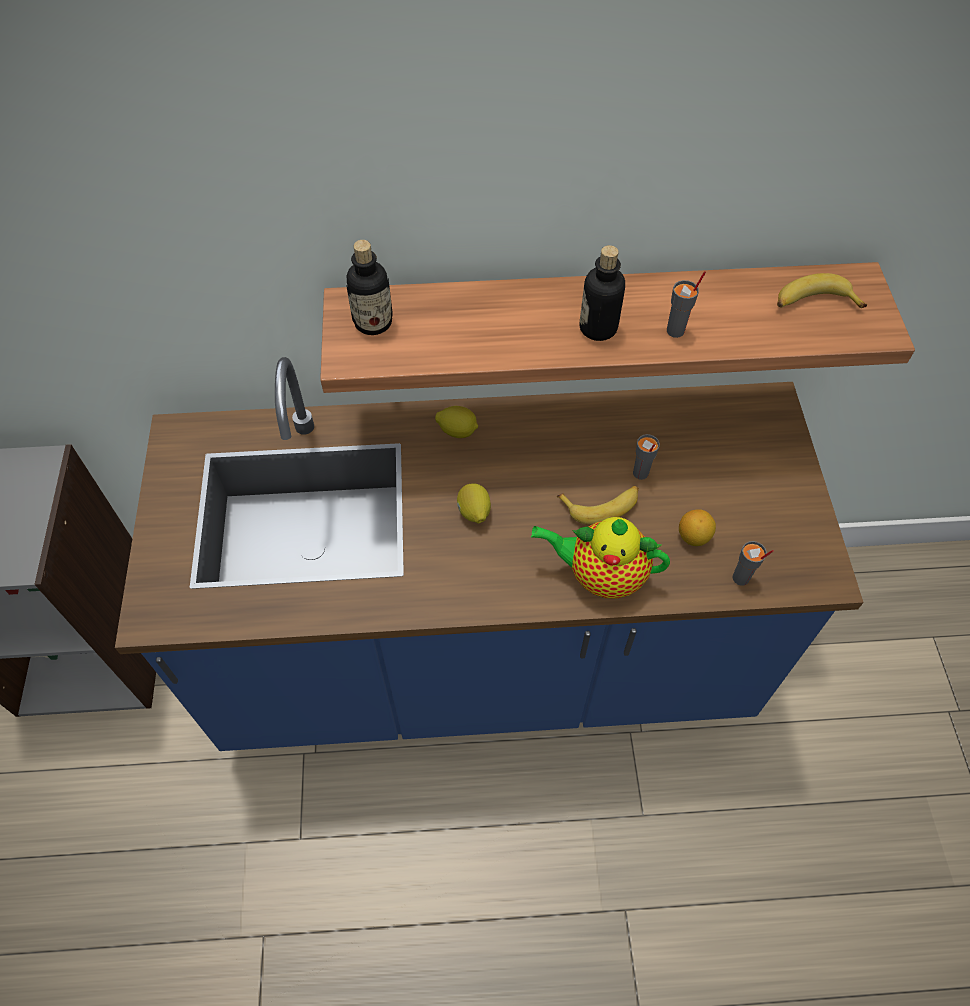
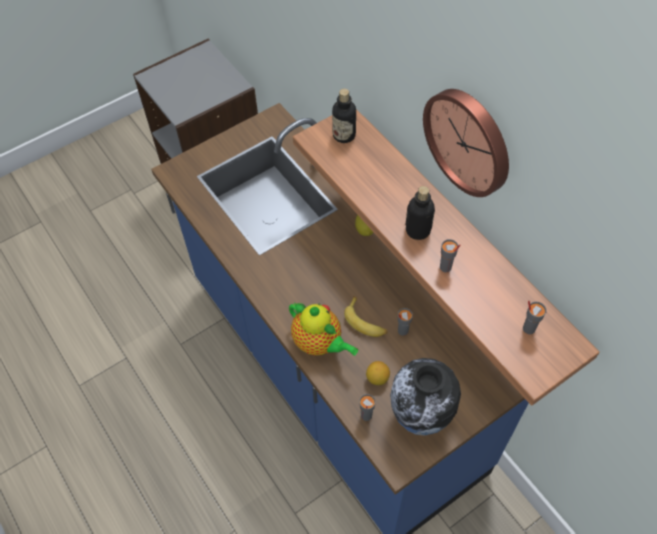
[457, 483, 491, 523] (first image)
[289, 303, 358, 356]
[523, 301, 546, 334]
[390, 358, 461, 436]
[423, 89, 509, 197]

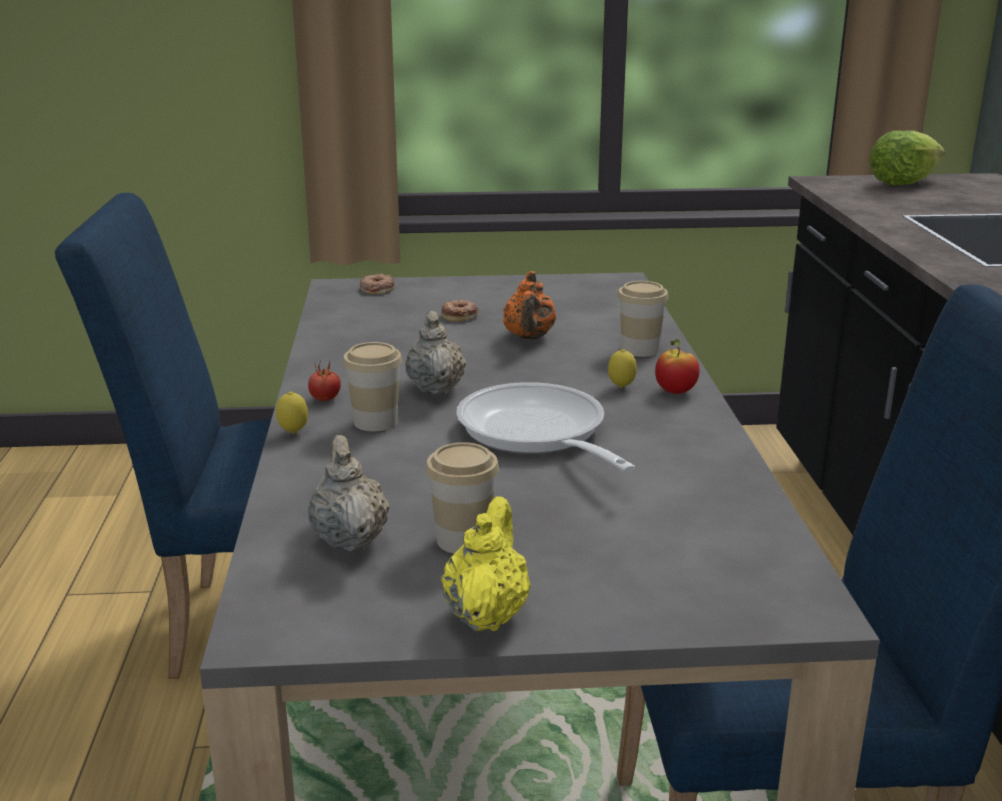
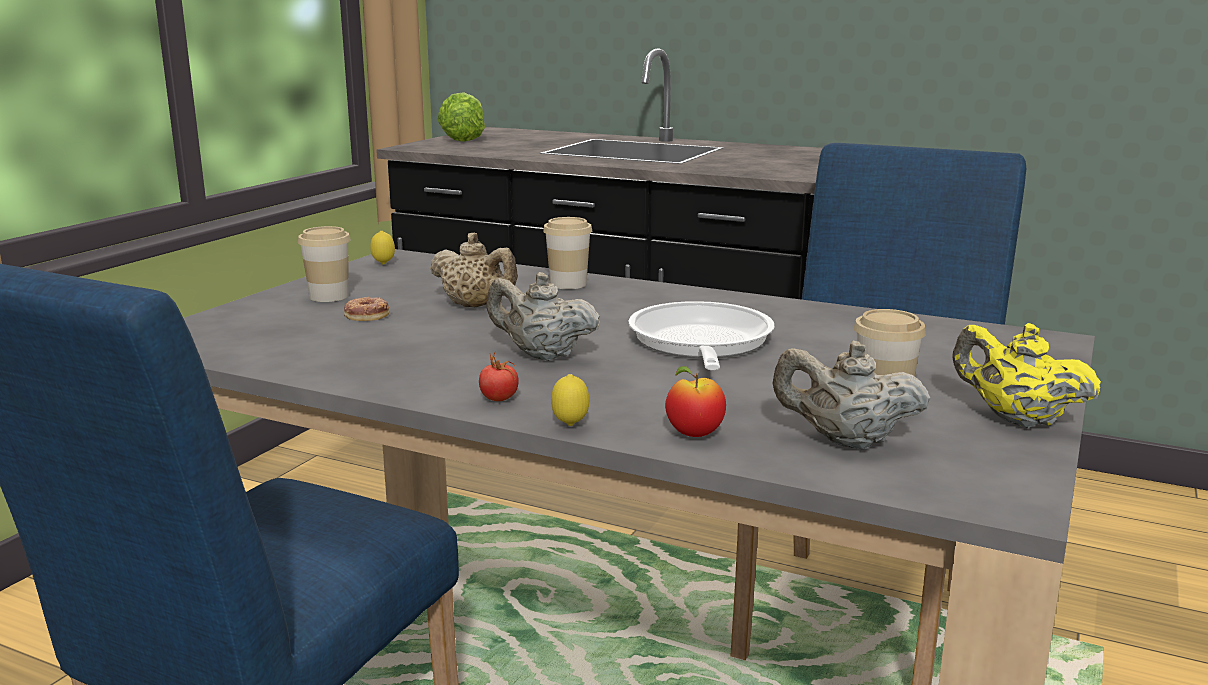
[298, 226, 351, 302]
[360, 274, 395, 294] (first image)
[628, 301, 774, 370]
[430, 233, 518, 308]
[370, 231, 395, 264]
[665, 366, 726, 437]

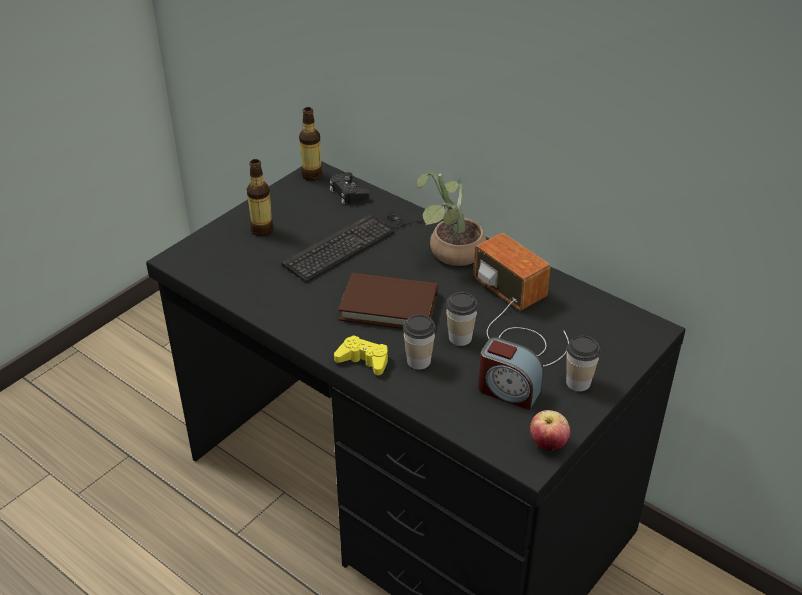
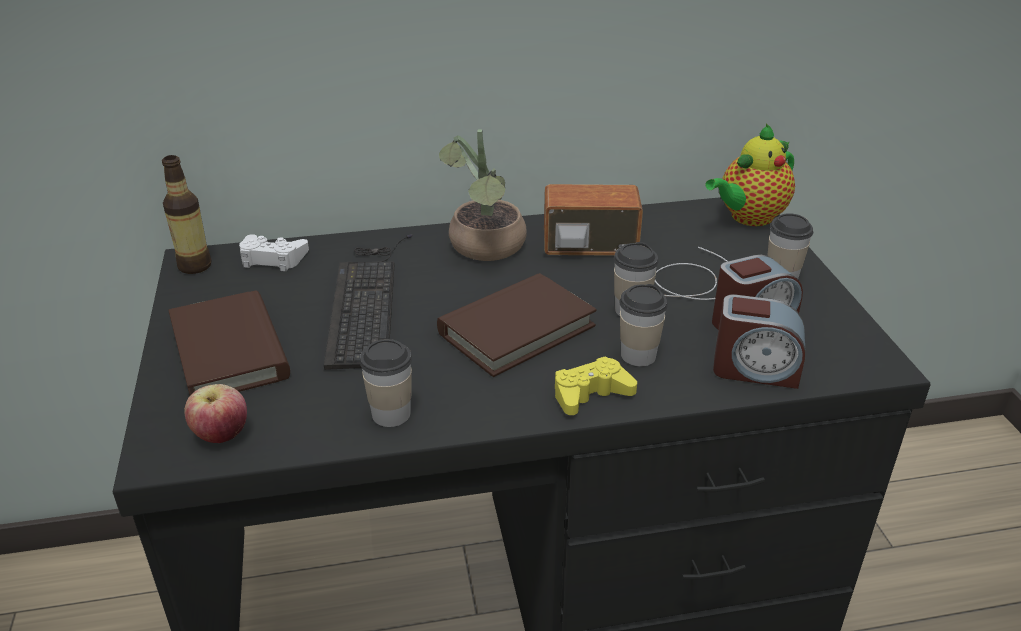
[168, 290, 290, 395]
[239, 234, 309, 272]
[184, 384, 247, 443]
[360, 339, 412, 427]
[706, 124, 795, 226]
[713, 294, 806, 389]

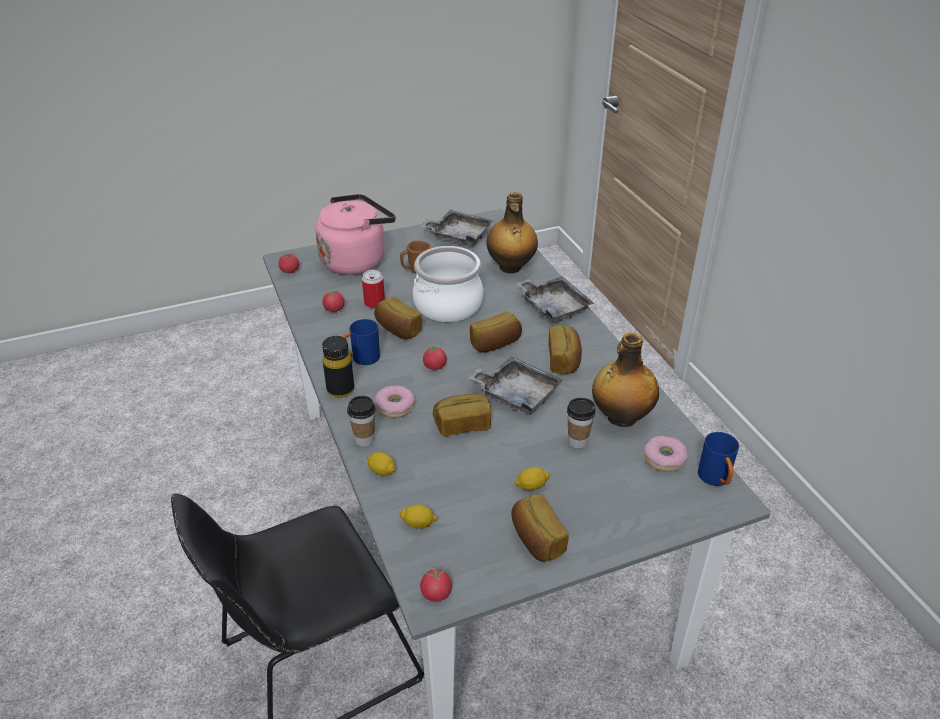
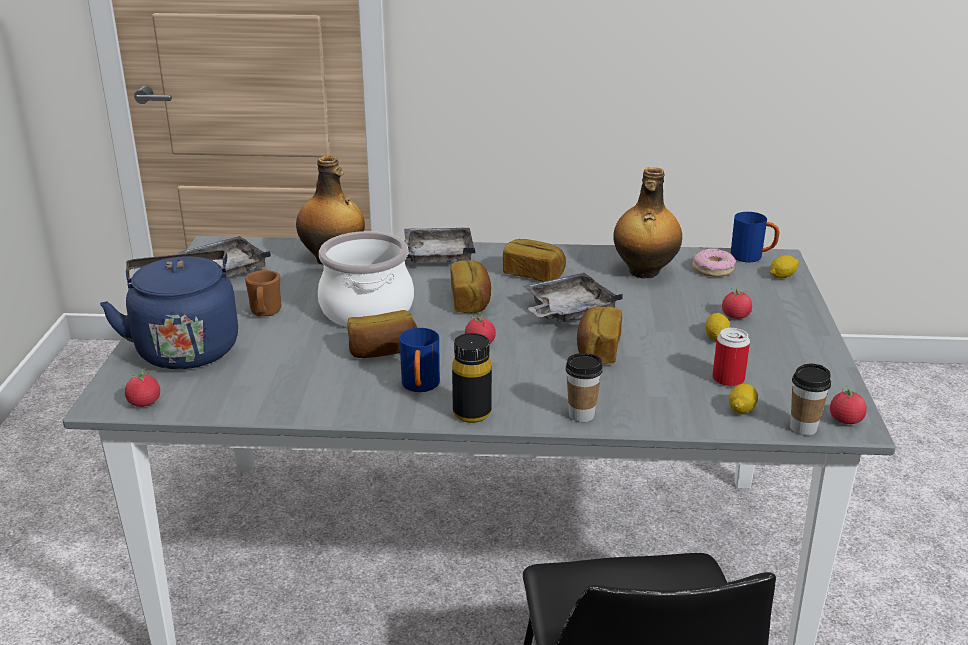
[100, 250, 238, 369]
[722, 287, 752, 319]
[712, 328, 750, 387]
[770, 255, 799, 279]
[374, 385, 415, 418] (first image)
[511, 495, 569, 562] (first image)
[790, 364, 831, 436]

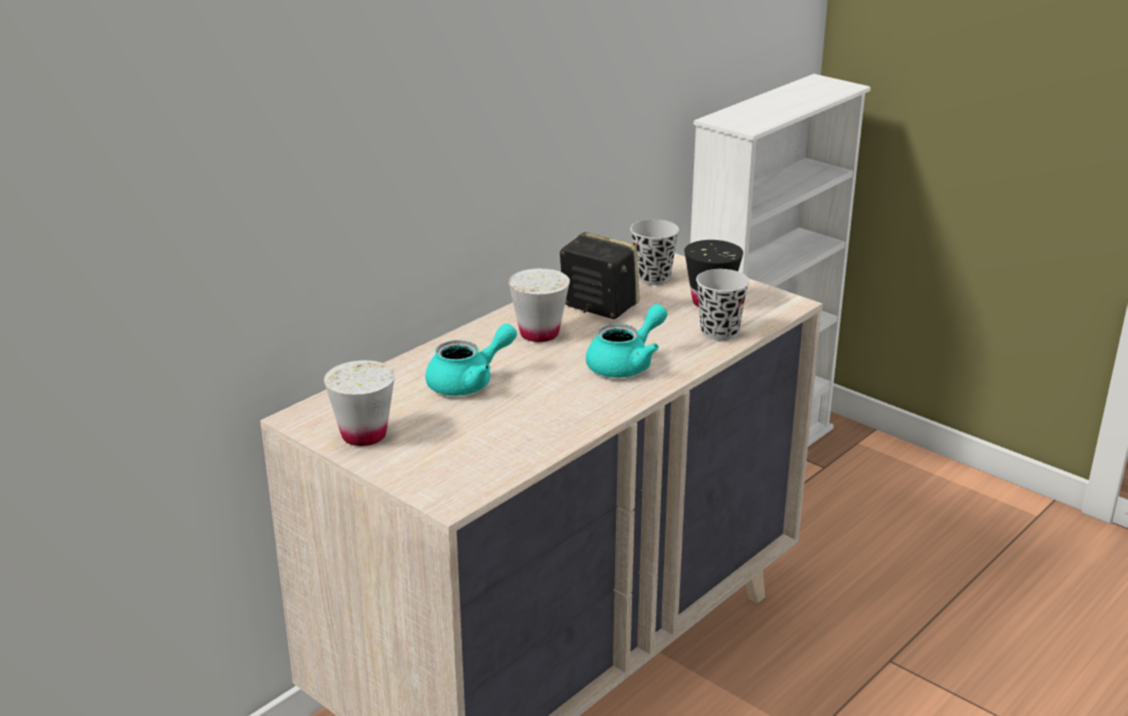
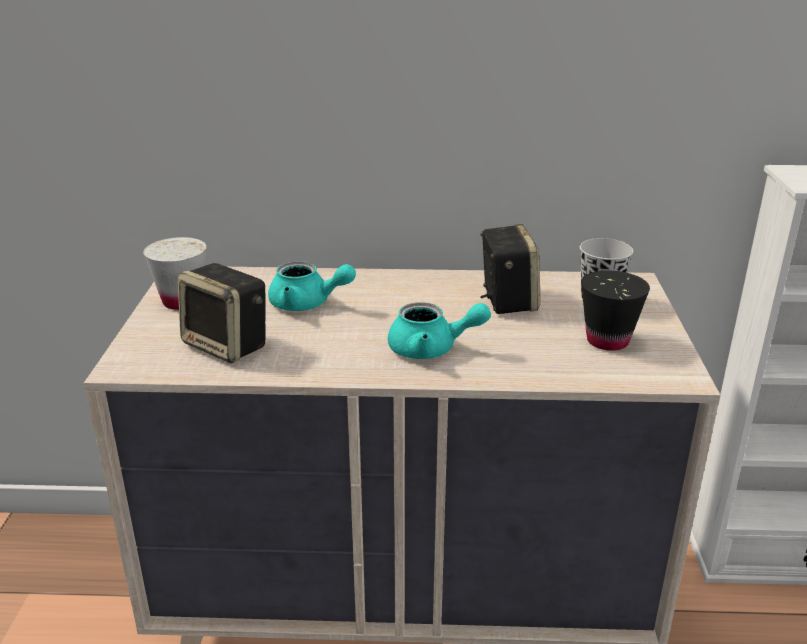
[508, 268, 570, 342] (first image)
[696, 269, 749, 340] (first image)
[178, 263, 265, 363]

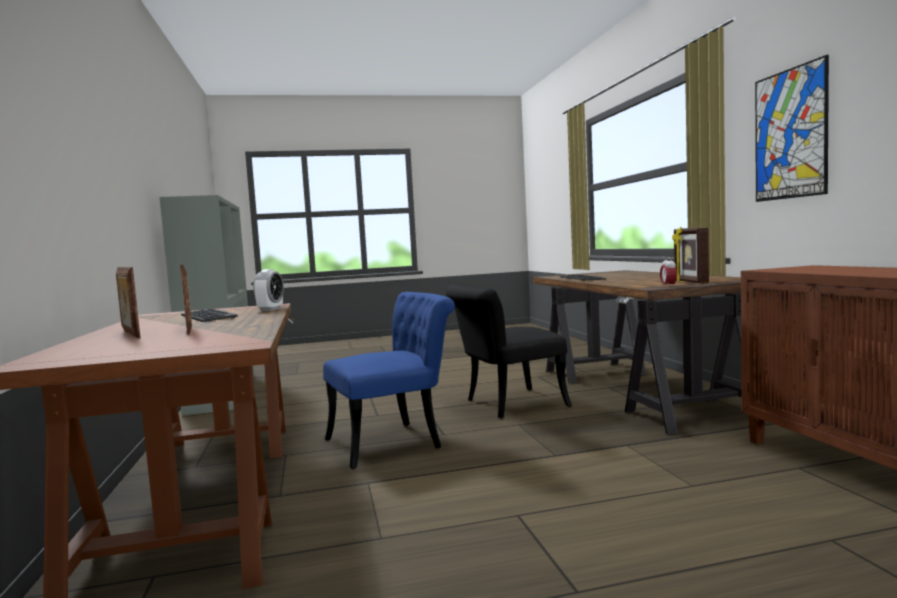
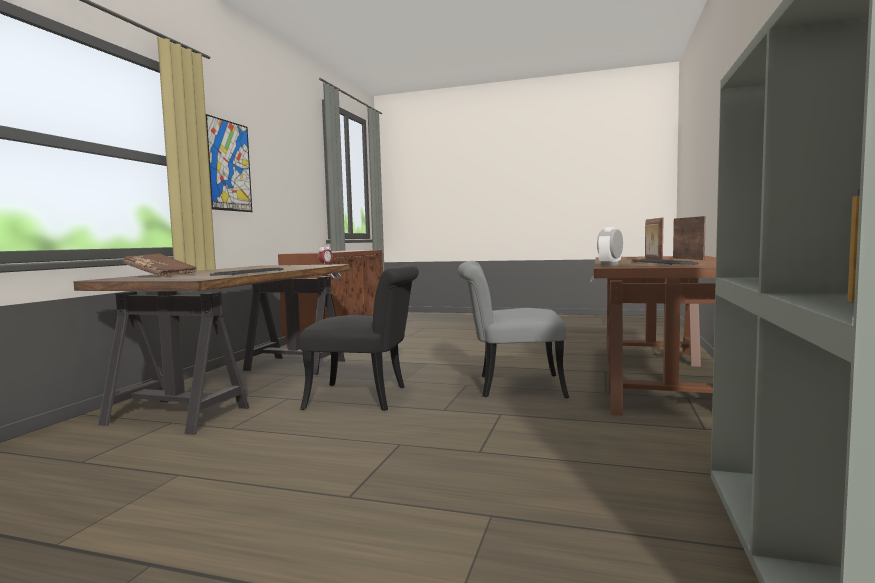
[458, 261, 569, 398]
[672, 227, 709, 283] (first image)
[123, 253, 197, 277]

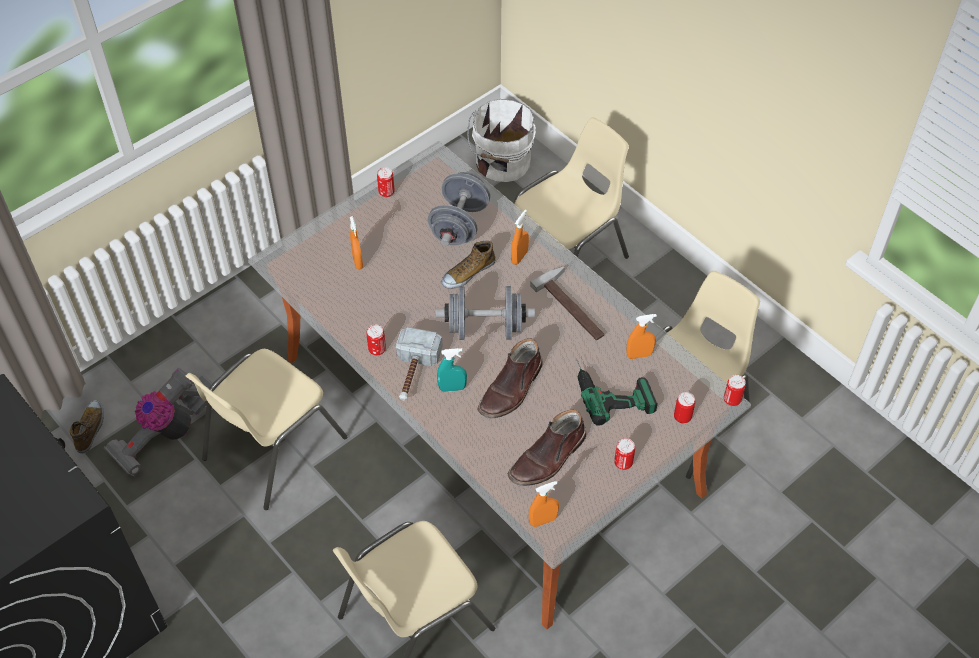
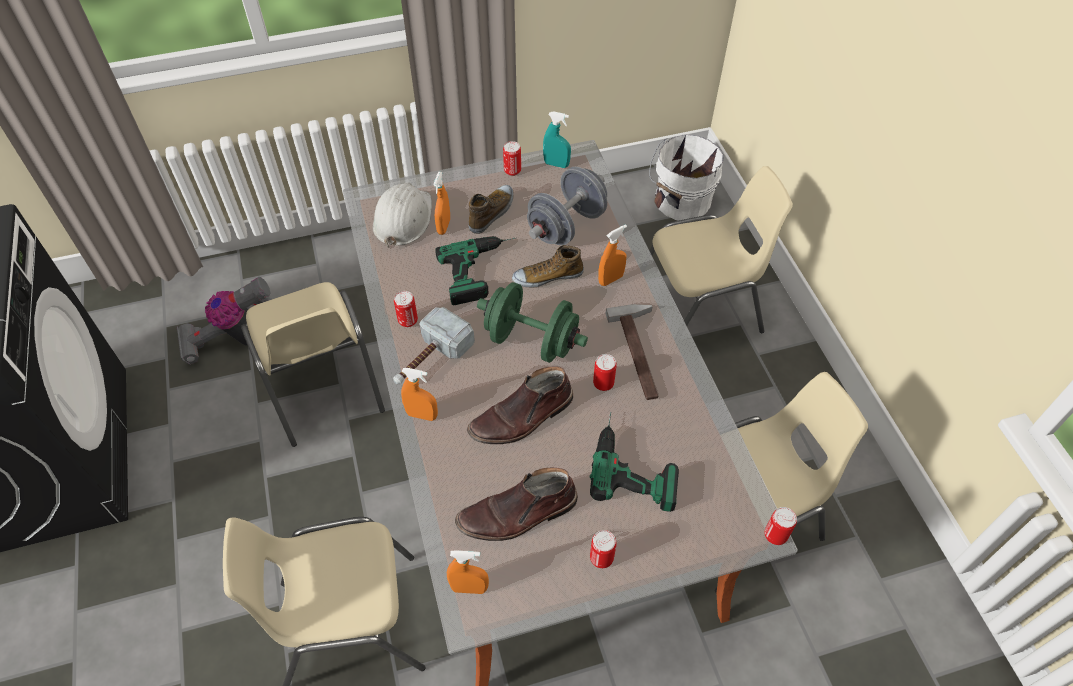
[469, 185, 514, 234]
[241, 282, 385, 447]
[477, 282, 588, 363]
[543, 111, 571, 168]
[401, 368, 438, 421]
[593, 354, 617, 391]
[373, 182, 432, 248]
[435, 236, 515, 306]

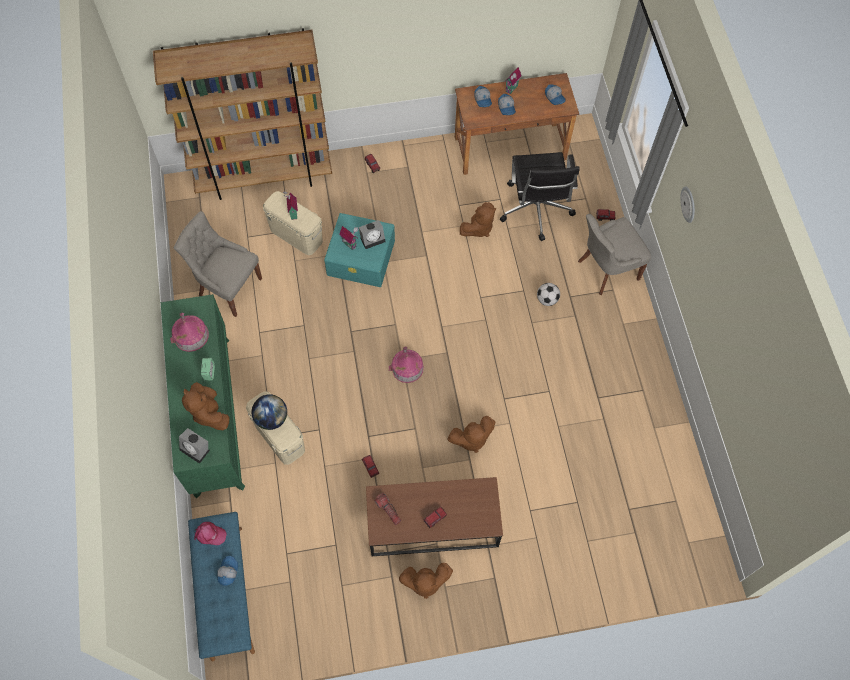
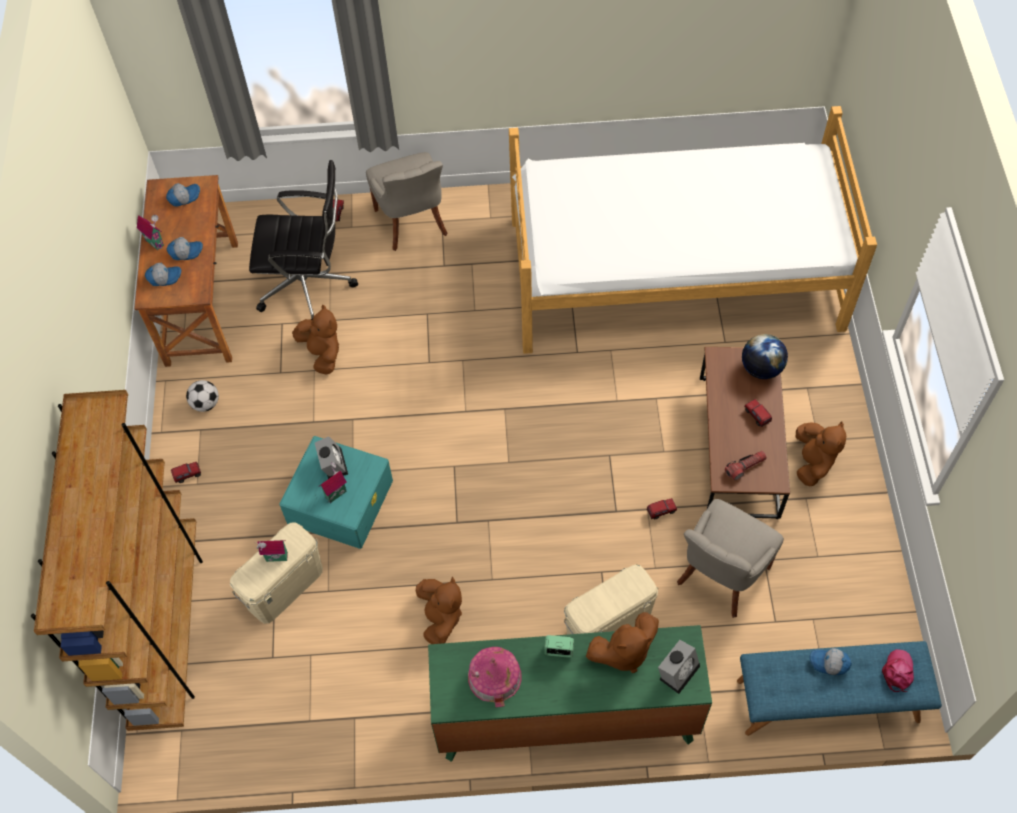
[677, 499, 784, 618]
[882, 649, 914, 692]
[742, 334, 788, 379]
[389, 347, 424, 383] (first image)
[416, 577, 462, 644]
[186, 380, 219, 412]
[680, 186, 695, 223] (first image)
[509, 106, 877, 354]

